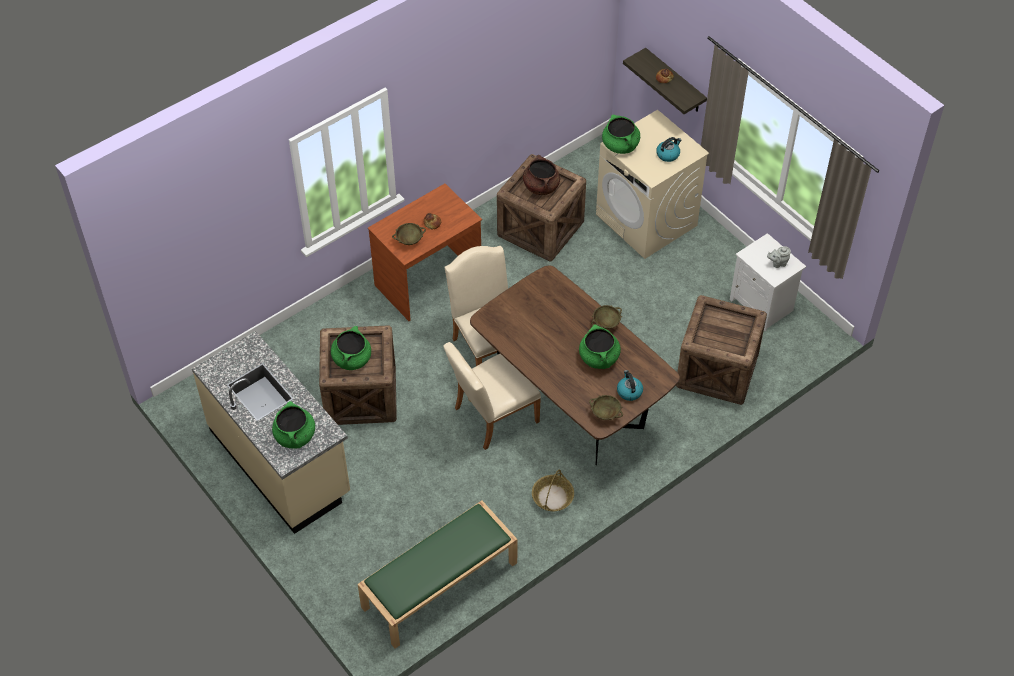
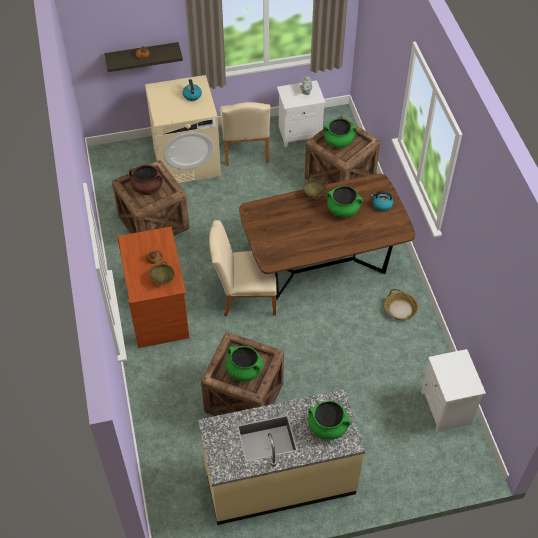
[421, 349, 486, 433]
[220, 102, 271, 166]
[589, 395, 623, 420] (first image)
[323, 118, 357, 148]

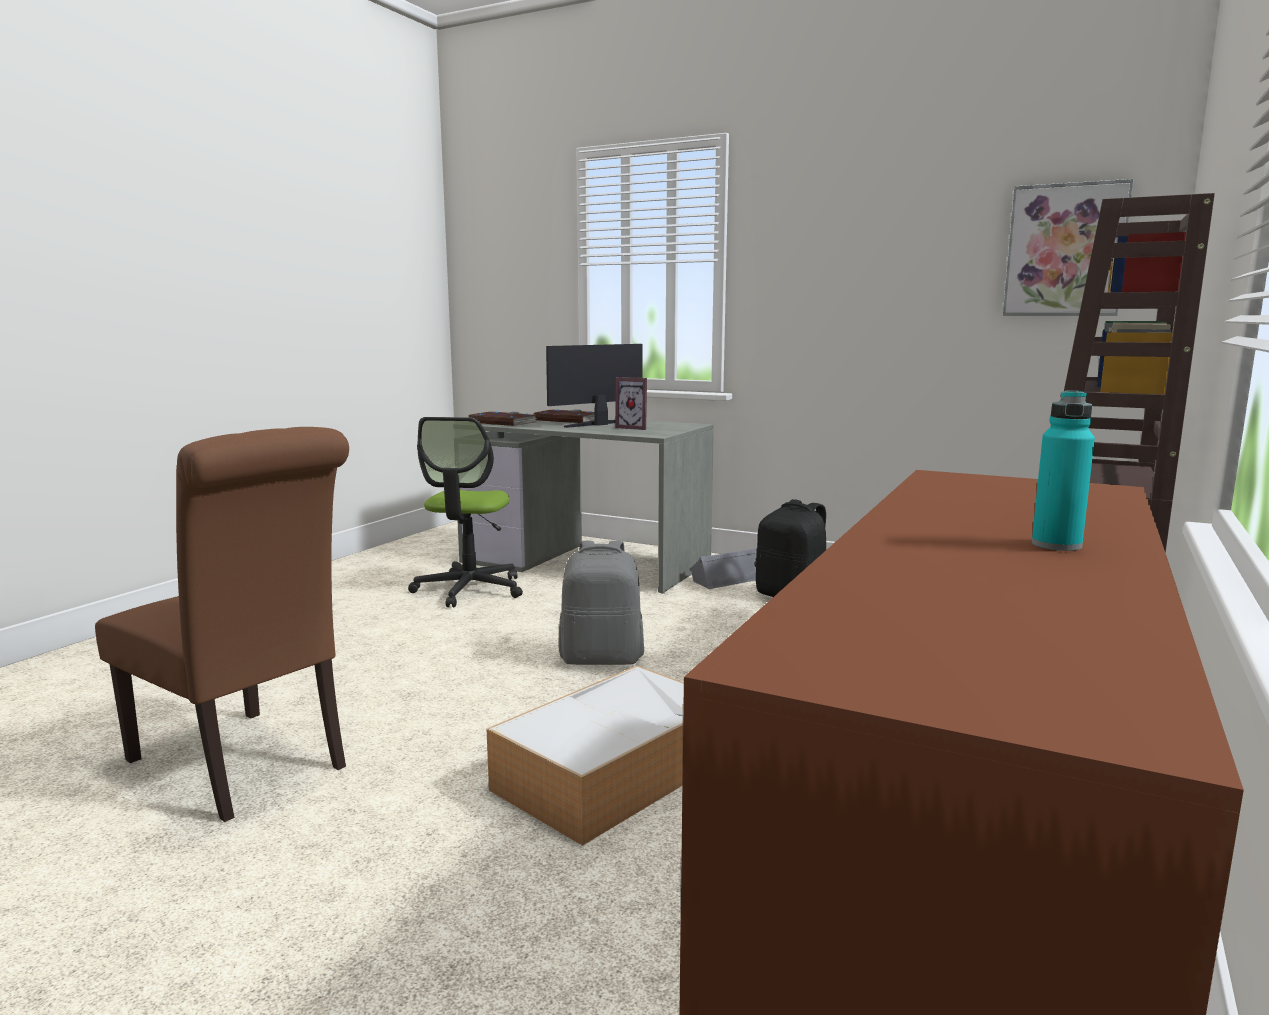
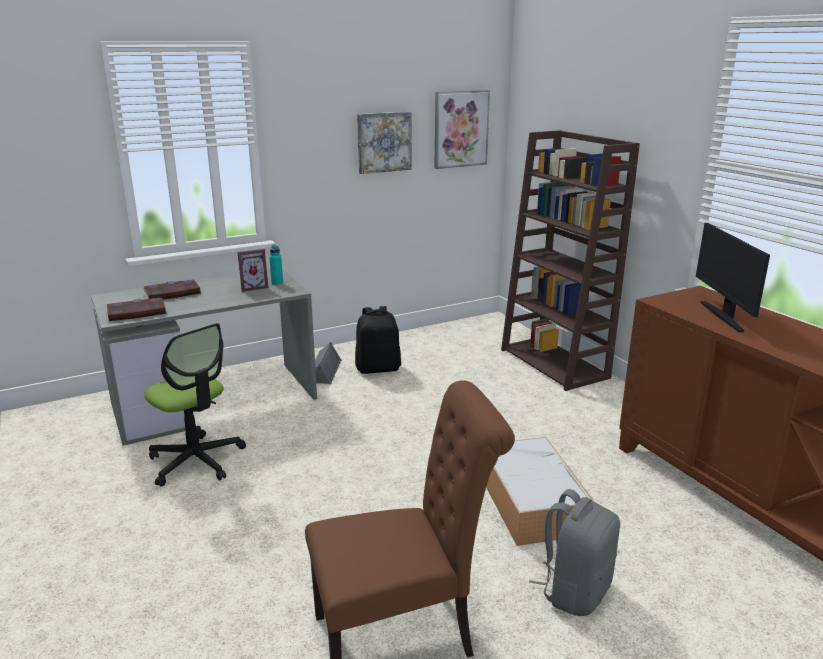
[696, 223, 770, 332]
[529, 489, 620, 616]
[269, 245, 283, 285]
[357, 112, 412, 174]

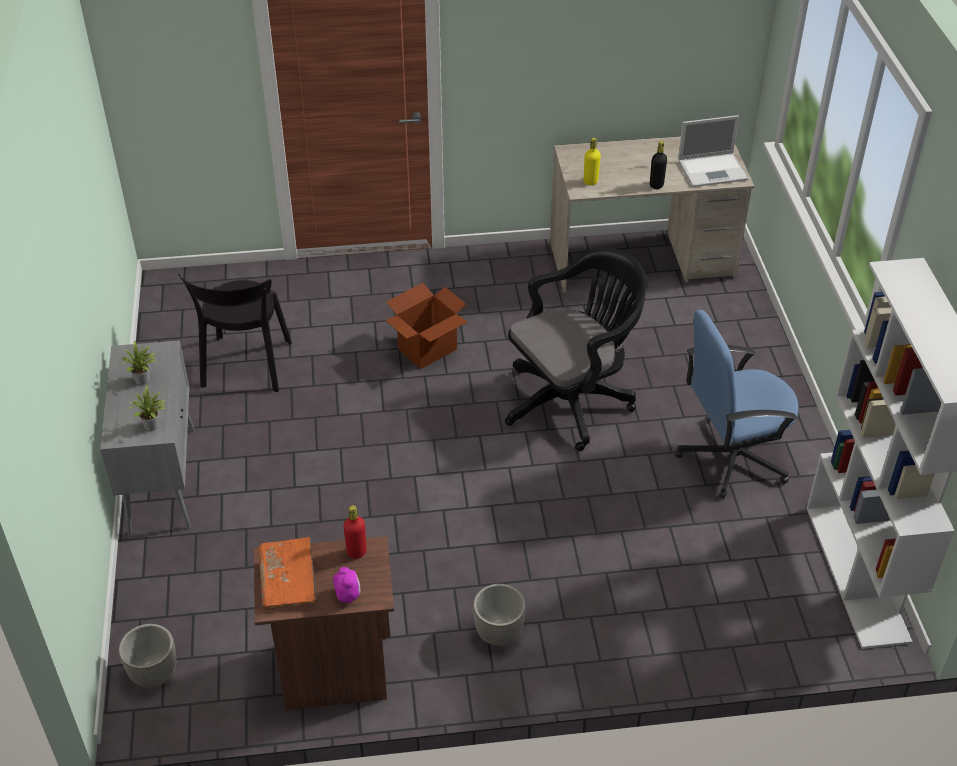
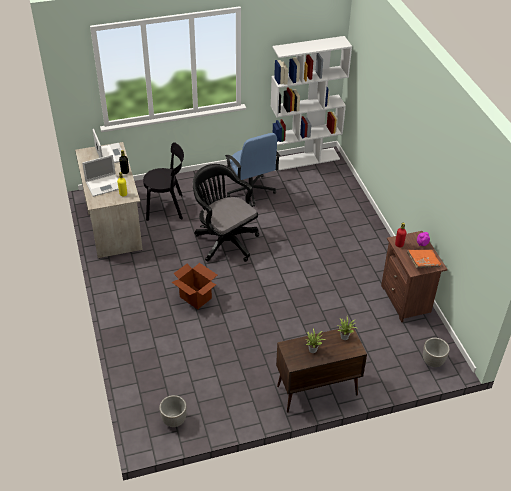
[276, 326, 367, 412]
[143, 142, 184, 221]
[159, 395, 187, 427]
[82, 155, 119, 197]

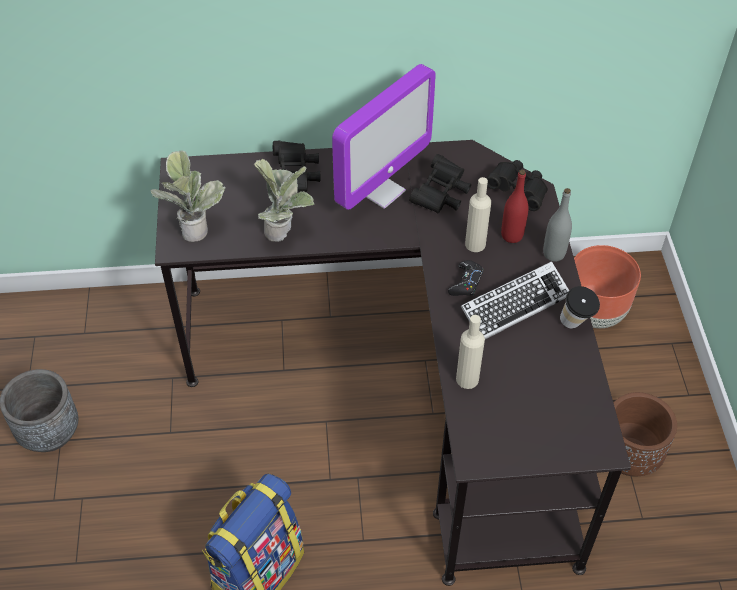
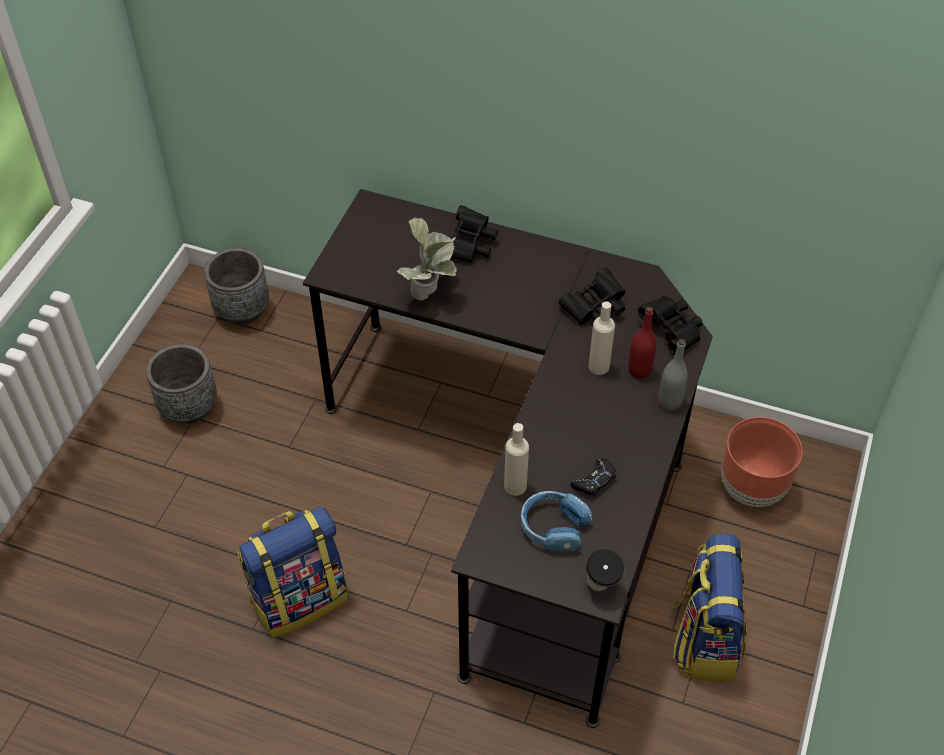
[151, 151, 226, 242] (first image)
[332, 64, 436, 210] (first image)
[571, 458, 616, 497]
[461, 261, 569, 339] (first image)
[586, 549, 624, 591]
[673, 533, 747, 681]
[204, 248, 269, 325]
[521, 491, 592, 552]

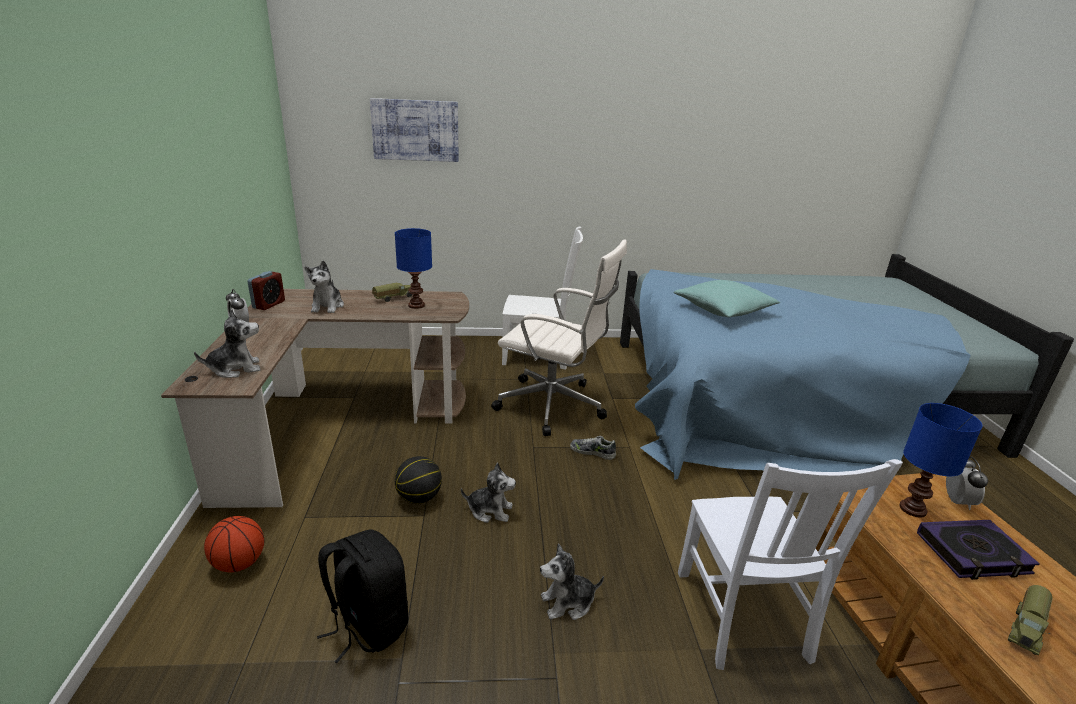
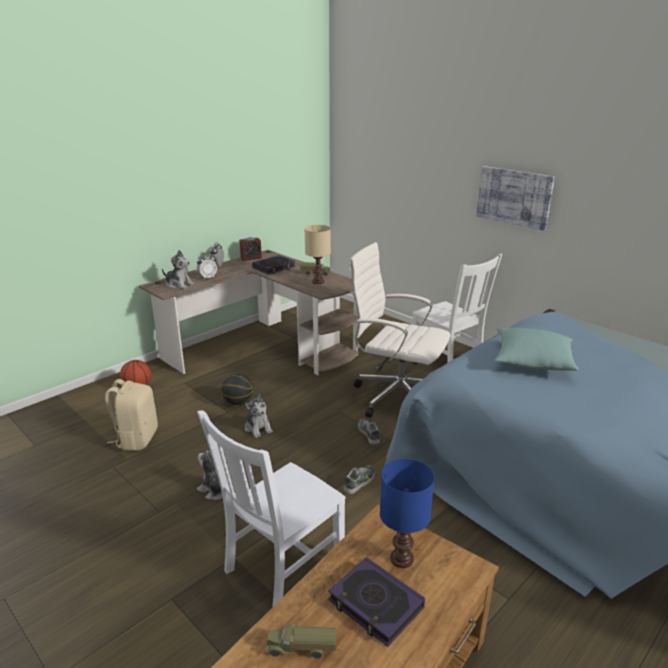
[252, 255, 295, 275]
[105, 379, 158, 451]
[476, 166, 555, 231]
[304, 225, 331, 284]
[348, 242, 451, 417]
[197, 253, 217, 279]
[344, 465, 375, 494]

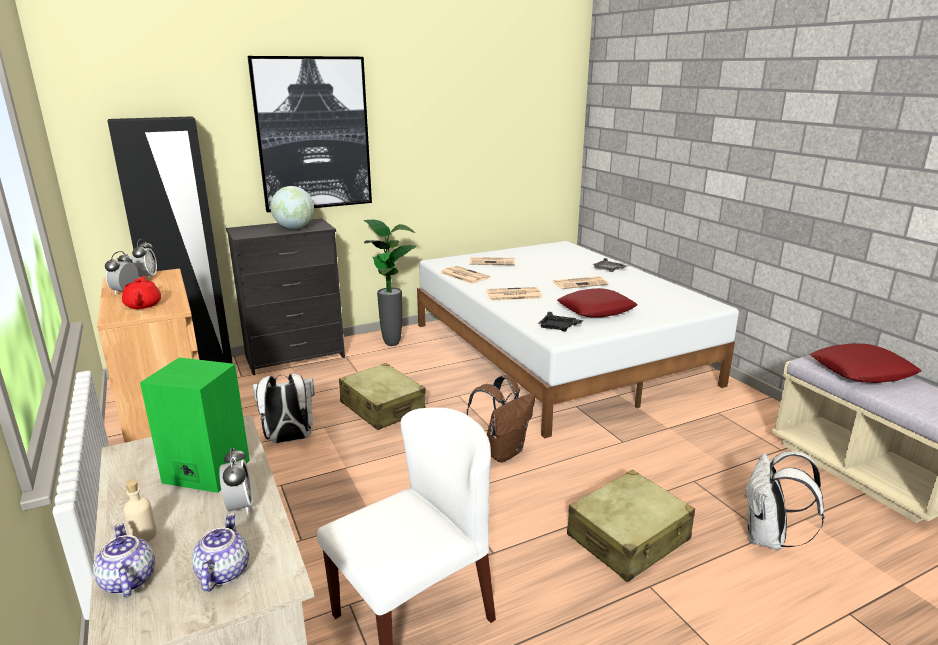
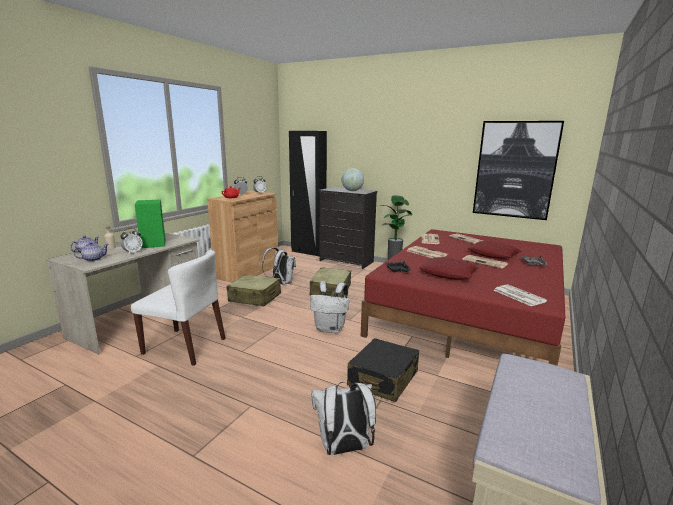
[473, 121, 564, 220]
[361, 229, 565, 366]
[310, 281, 349, 333]
[226, 275, 281, 306]
[467, 241, 521, 259]
[347, 338, 419, 402]
[494, 284, 547, 307]

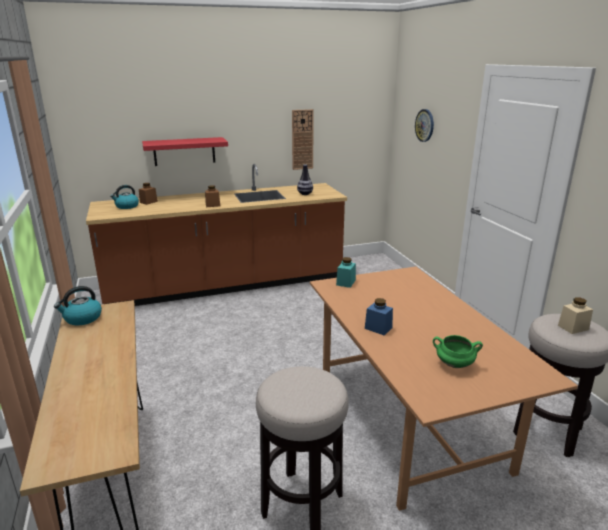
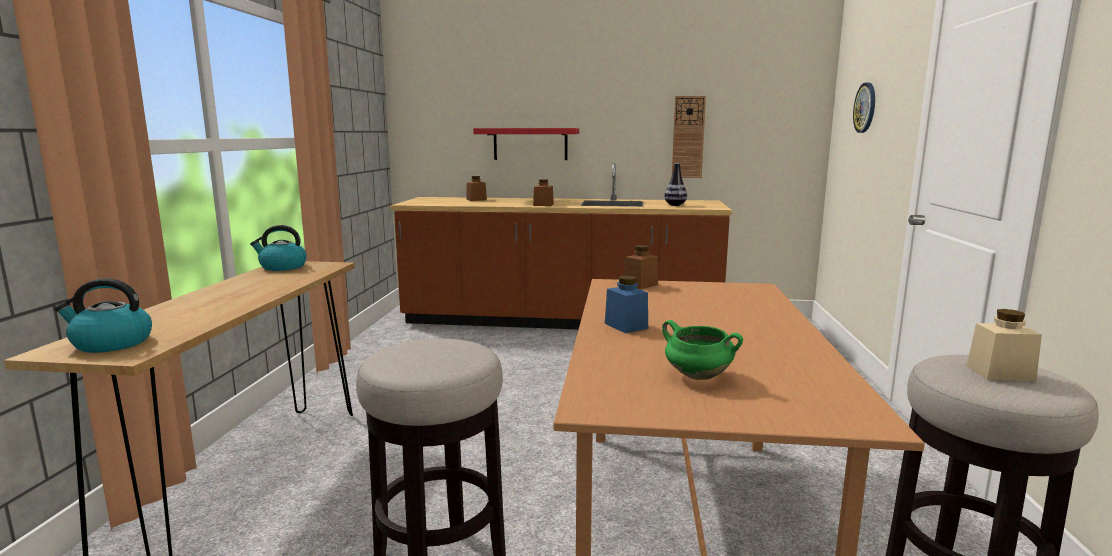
[54, 278, 152, 353]
[624, 245, 658, 289]

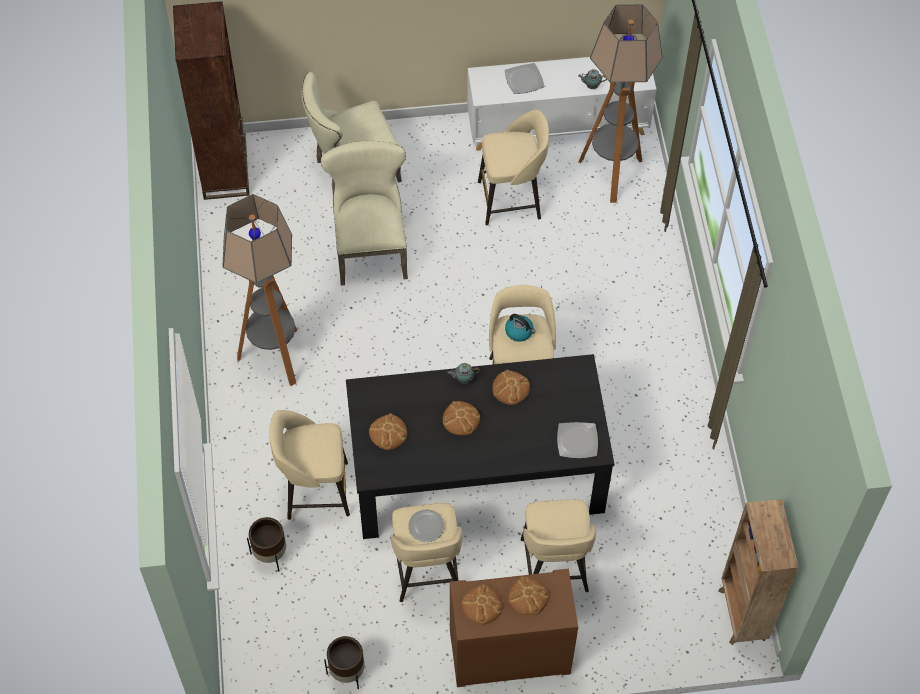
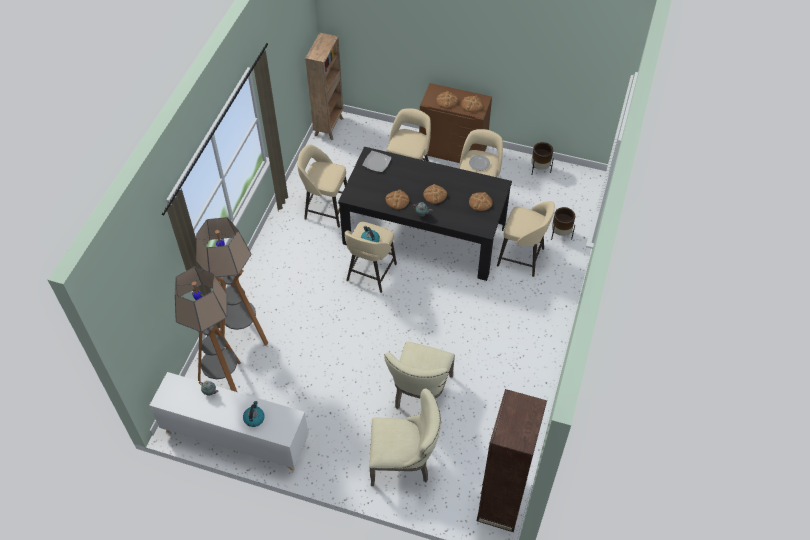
[196, 217, 268, 346]
[298, 144, 347, 227]
[243, 401, 265, 427]

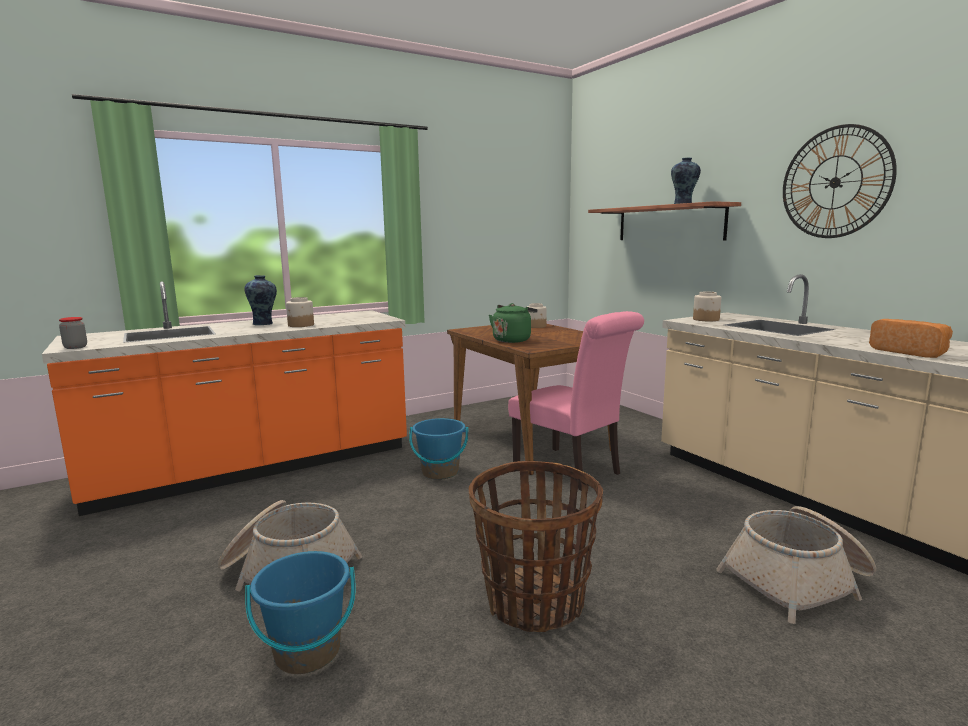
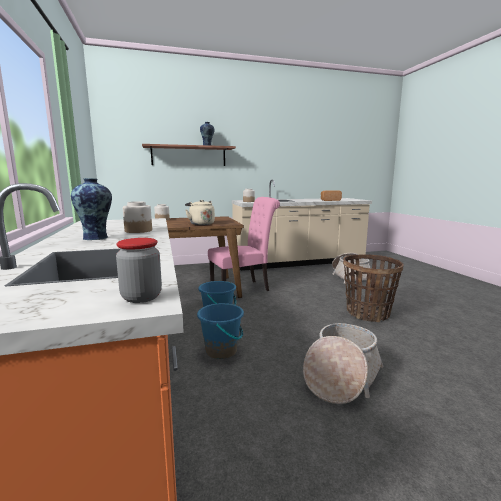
[197, 303, 244, 359]
[185, 200, 215, 225]
[783, 124, 897, 238] (first image)

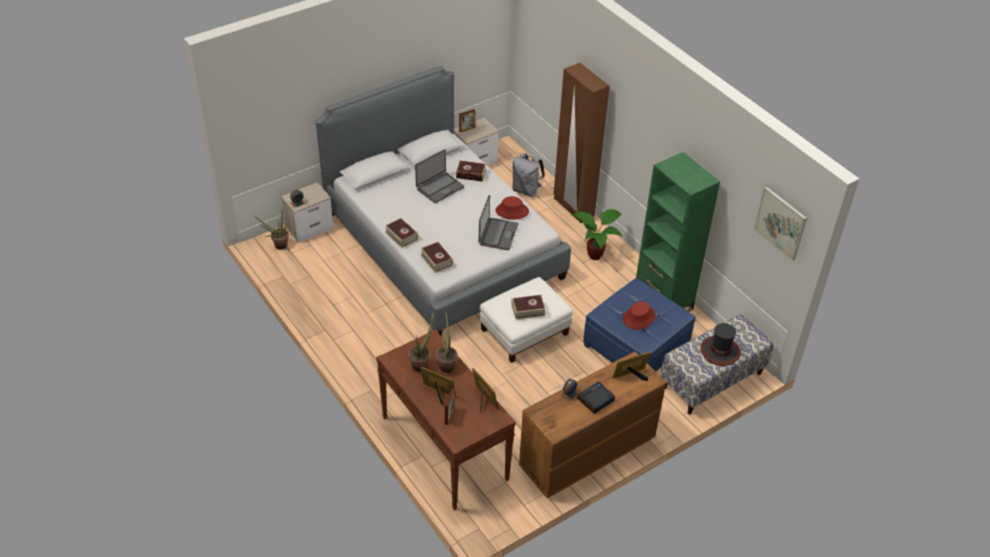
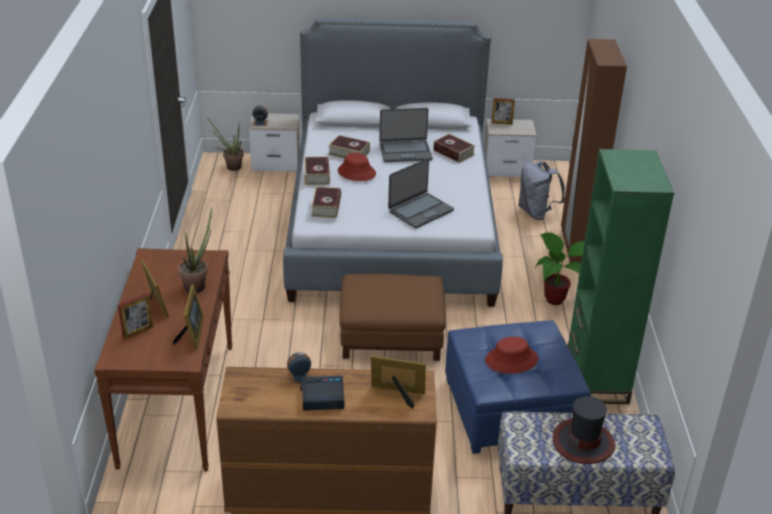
[408, 311, 434, 372] (first image)
[340, 274, 446, 361]
[338, 153, 376, 181]
[328, 135, 370, 159]
[754, 187, 807, 261] (first image)

